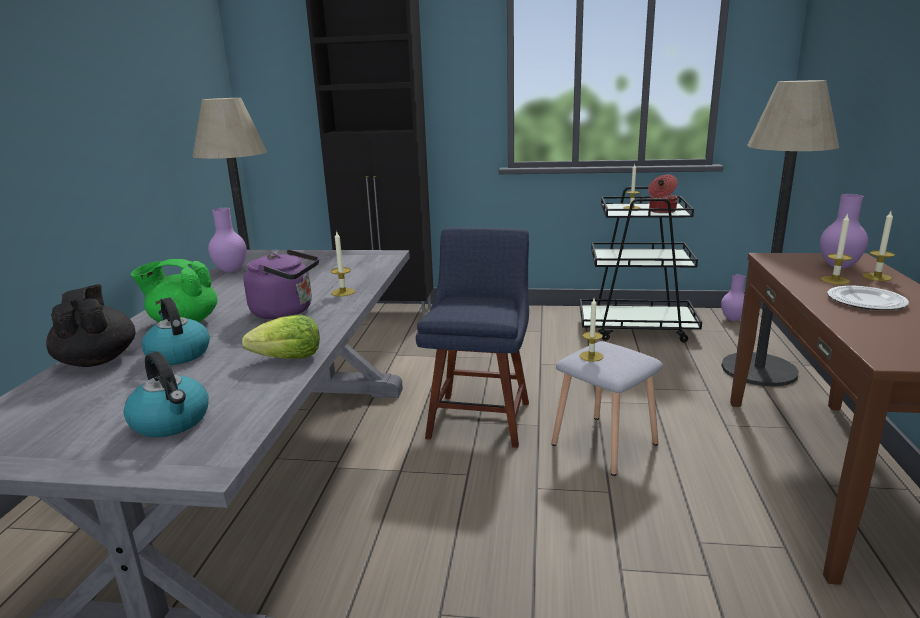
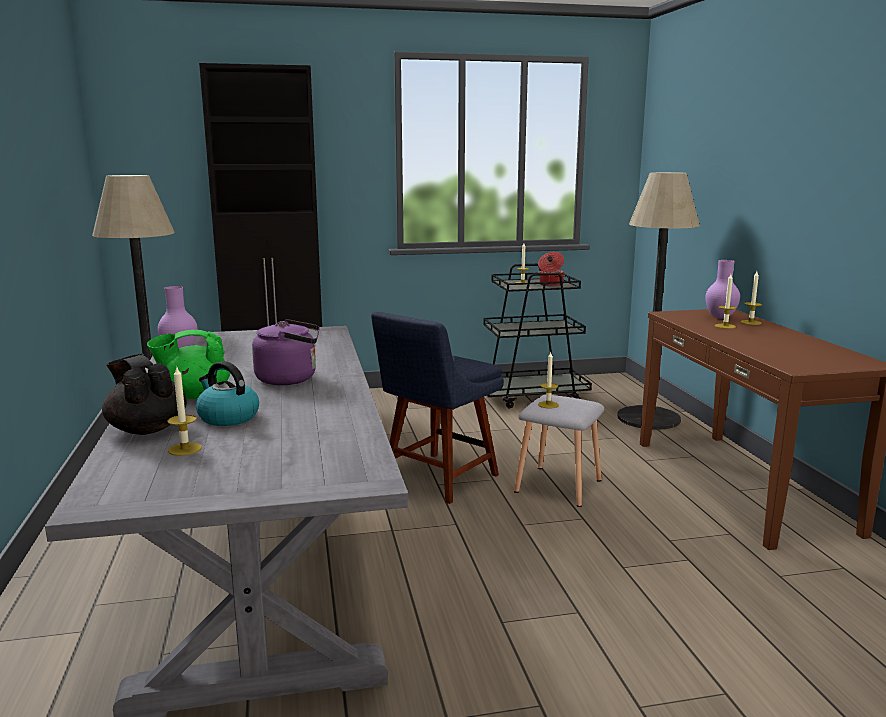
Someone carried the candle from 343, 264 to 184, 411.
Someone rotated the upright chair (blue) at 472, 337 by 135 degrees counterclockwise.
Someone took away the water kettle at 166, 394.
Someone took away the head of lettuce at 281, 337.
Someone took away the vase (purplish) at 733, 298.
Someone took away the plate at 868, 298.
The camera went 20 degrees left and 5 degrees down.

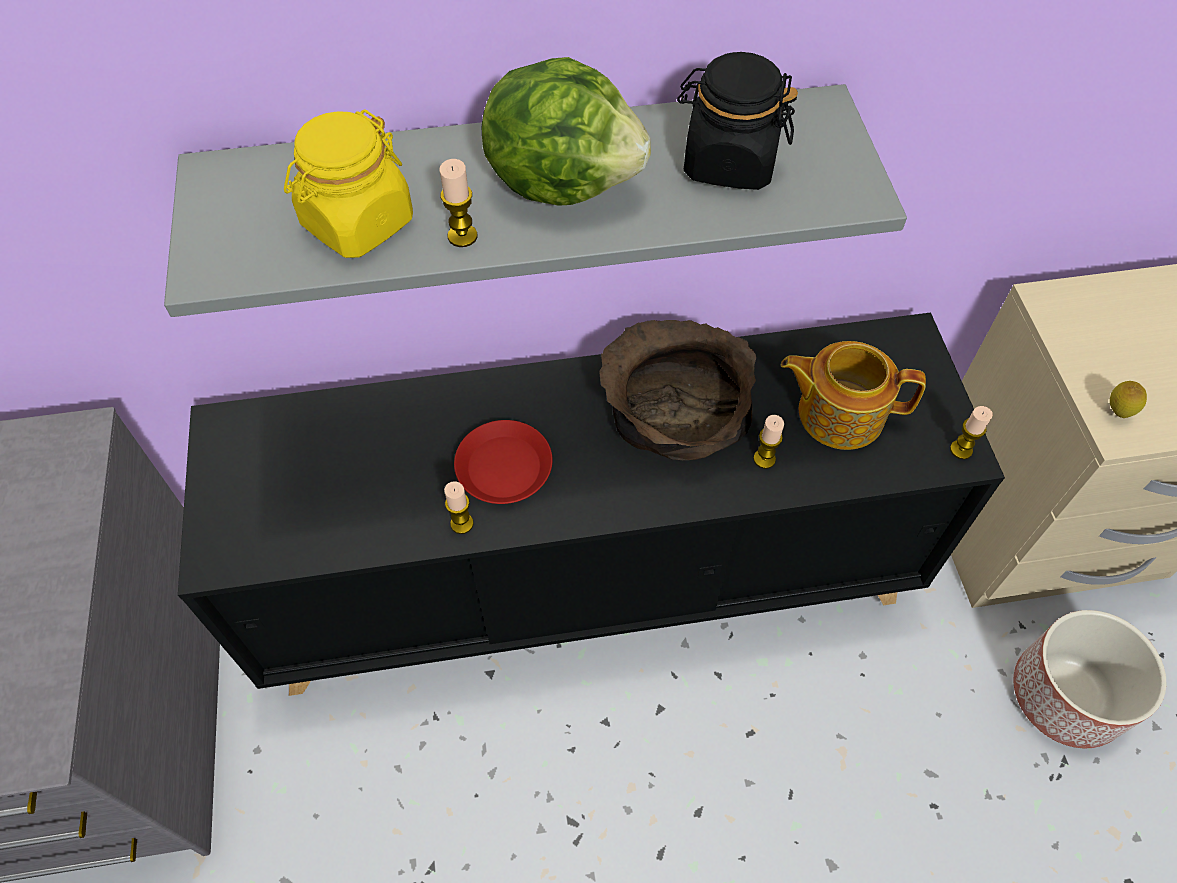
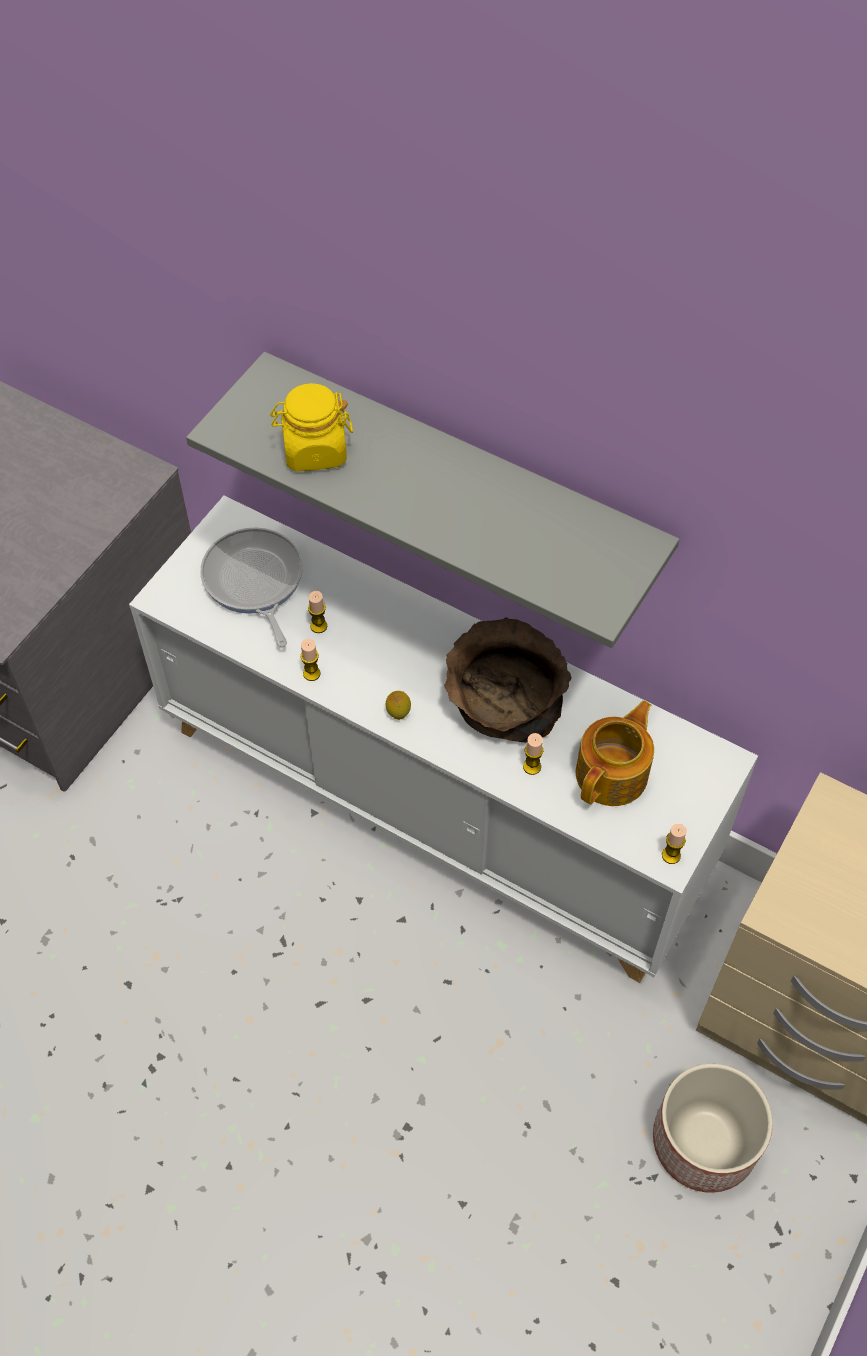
Someone repainted the cupboard (blackish) at 591, 504, which became the cupboard (whitish) at 443, 739.
Someone put down the frying pan at 251, 587.
Someone carried the candle from 458, 203 to 317, 612.
Someone carried the lemon from 1128, 399 to 398, 705.
Someone rotated the pot for tea at 853, 395 by 75 degrees clockwise.
Someone took away the plate (red-coloured) at 503, 462.
Someone took away the head of lettuce at 566, 131.
Someone took away the preserve jar (blackish) at 737, 121.
The camera went 40 degrees right and 0 degrees up.

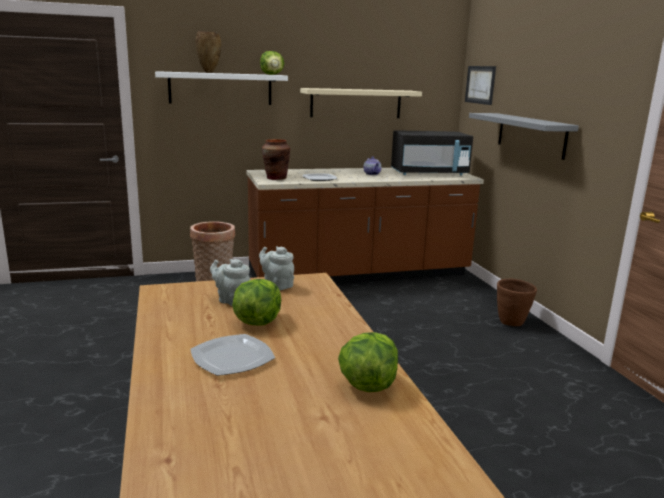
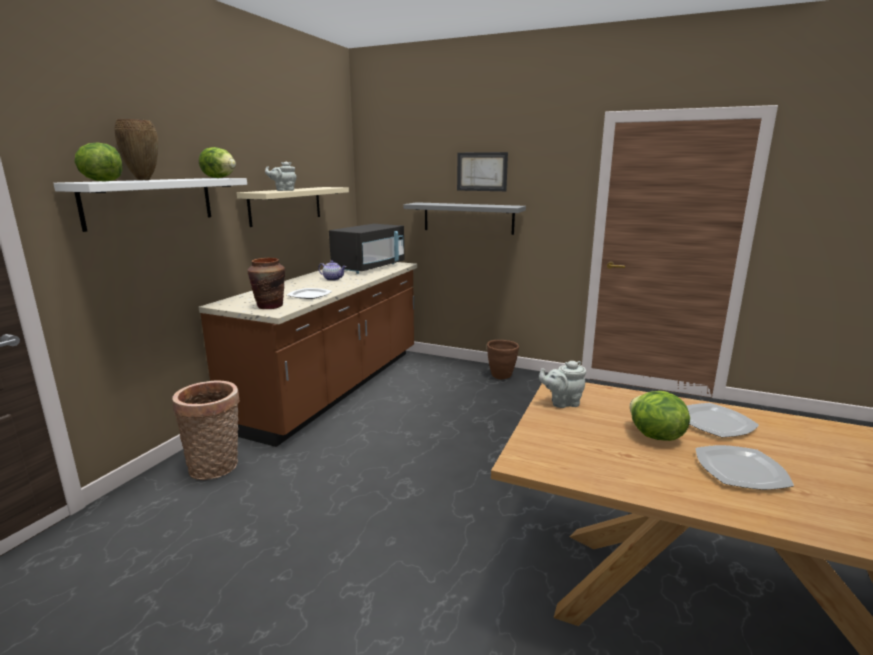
Someone carried the head of lettuce from 368, 362 to 98, 162.
Someone carried the pot for tea (gray) from 230, 282 to 281, 176.
Someone carried the picture from 480, 85 to 482, 171.
Someone put down the plate at 723, 420.
The camera went 50 degrees left and 0 degrees up.

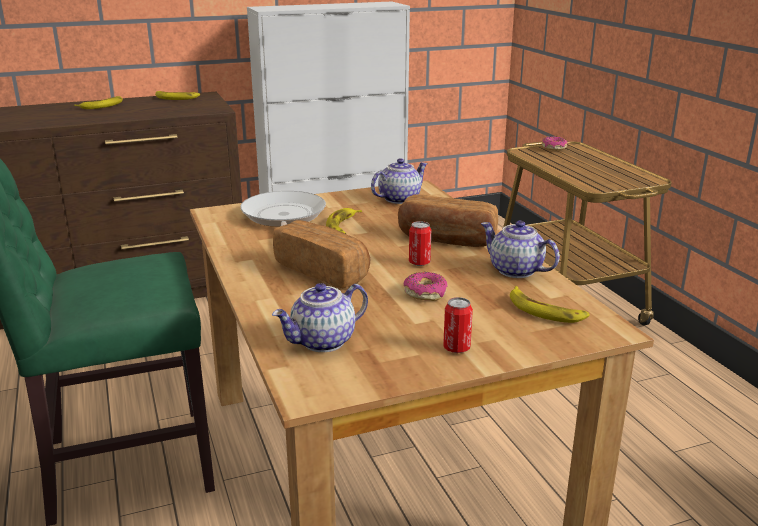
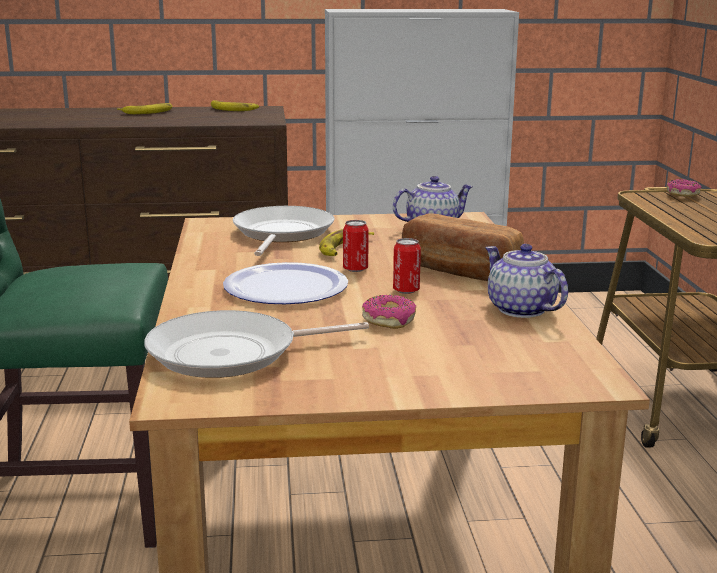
Someone swapped the pot for tea at 320, 317 for the frying pan at 257, 344.
Someone swapped the bread at 321, 254 for the plate at 285, 283.
Someone carried the can from 458, 325 to 356, 246.
Someone took away the whole banana at 550, 304.
The camera went 15 degrees right and 5 degrees down.

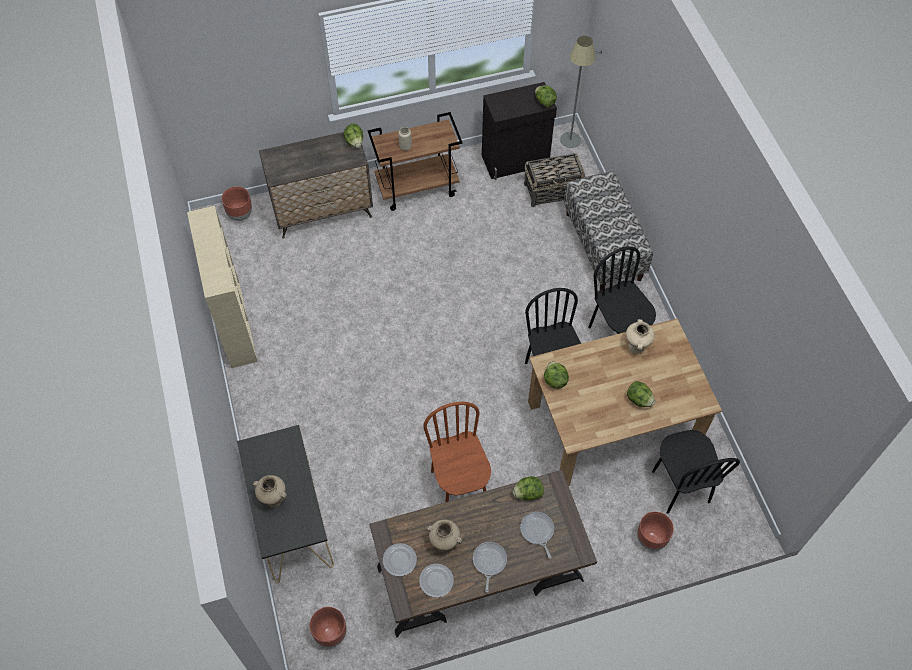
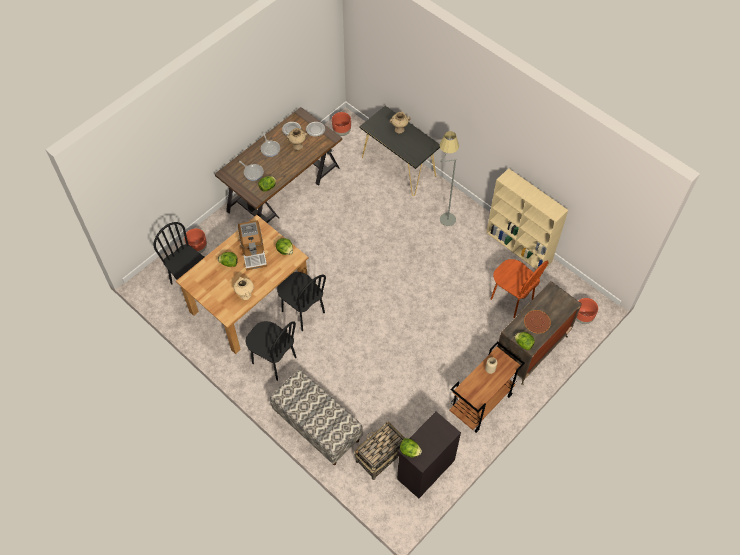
Someone put down the coffee brewer at 252, 245.
Someone carried the standing lamp (gray) from 581, 92 to 449, 178.
Someone carried the upright chair (brownish) from 457, 452 to 520, 288.
Someone put down the plate (brownish) at 537, 321.
The camera went 150 degrees right and 0 degrees up.

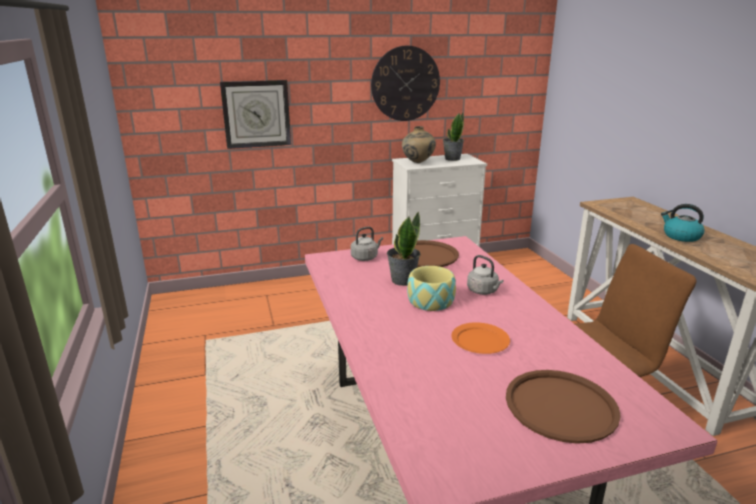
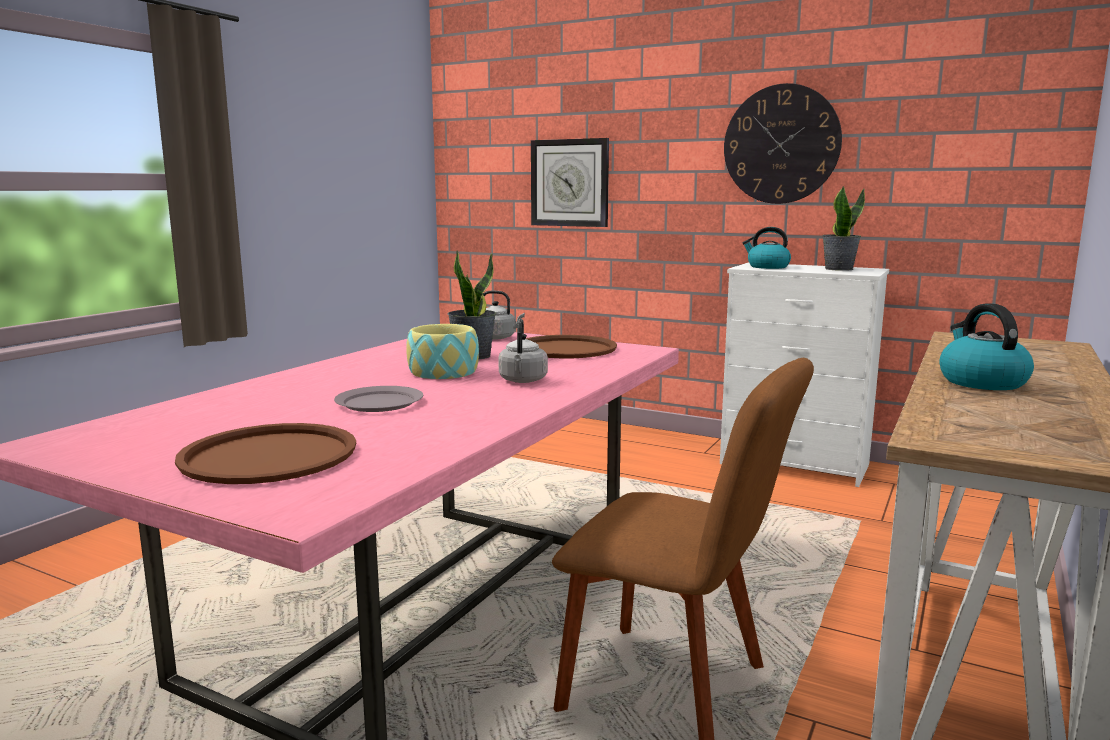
Someone repainted the plate (orange) at 480, 338, which became the plate (gray) at 378, 399.
Someone swapped the vase (beige) at 419, 144 for the water kettle at 767, 248.
The camera went 45 degrees right and 10 degrees down.

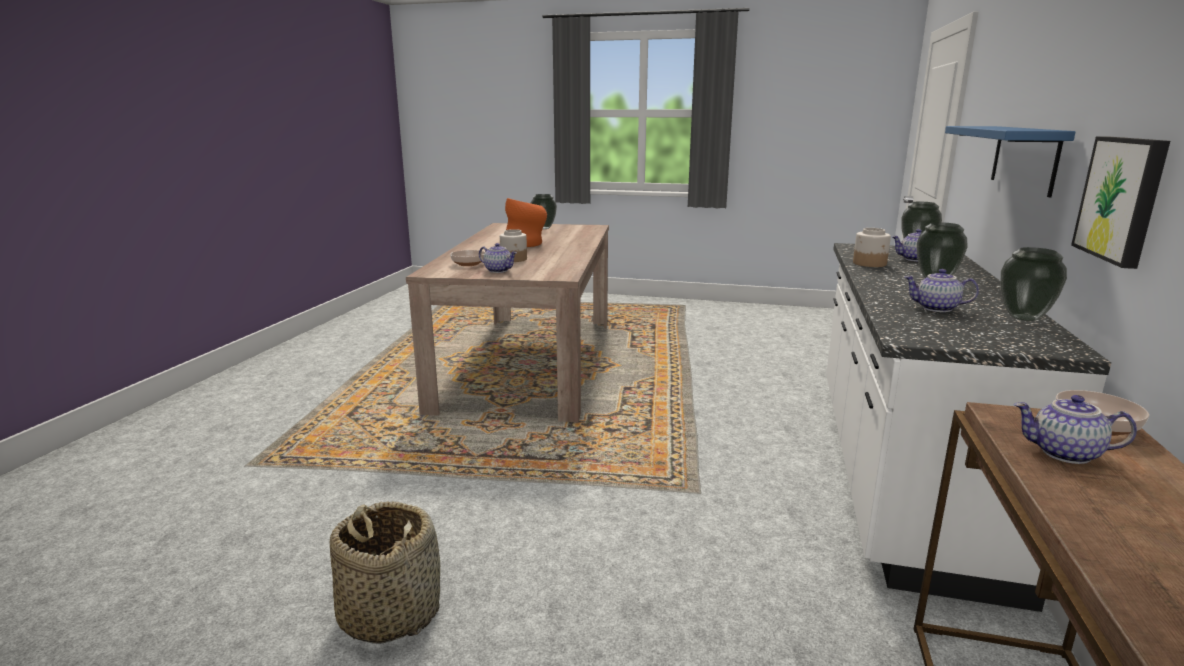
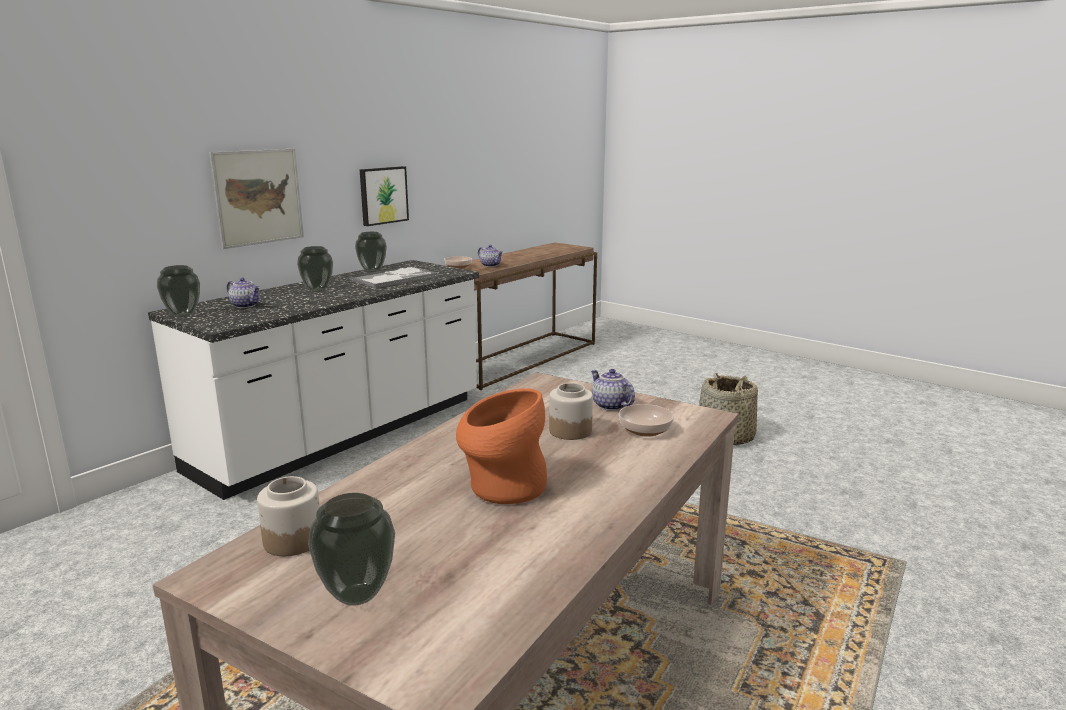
Someone swapped the wall shelf (blue) at 1010, 161 for the picture at 256, 199.
Someone carried the preserve jar from 872, 247 to 288, 516.
Someone swapped the pot for tea at 941, 290 for the tray at 393, 277.
The camera went 155 degrees left and 0 degrees up.

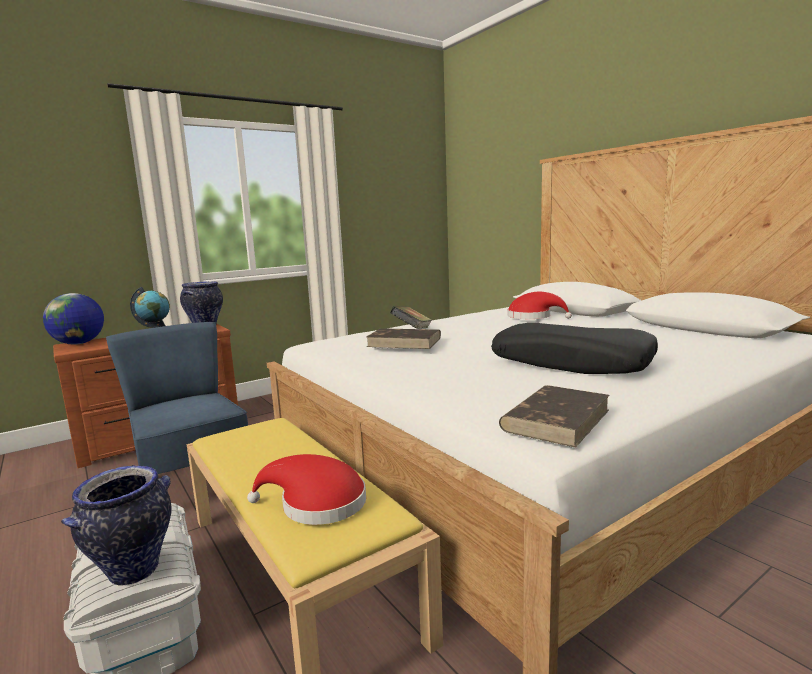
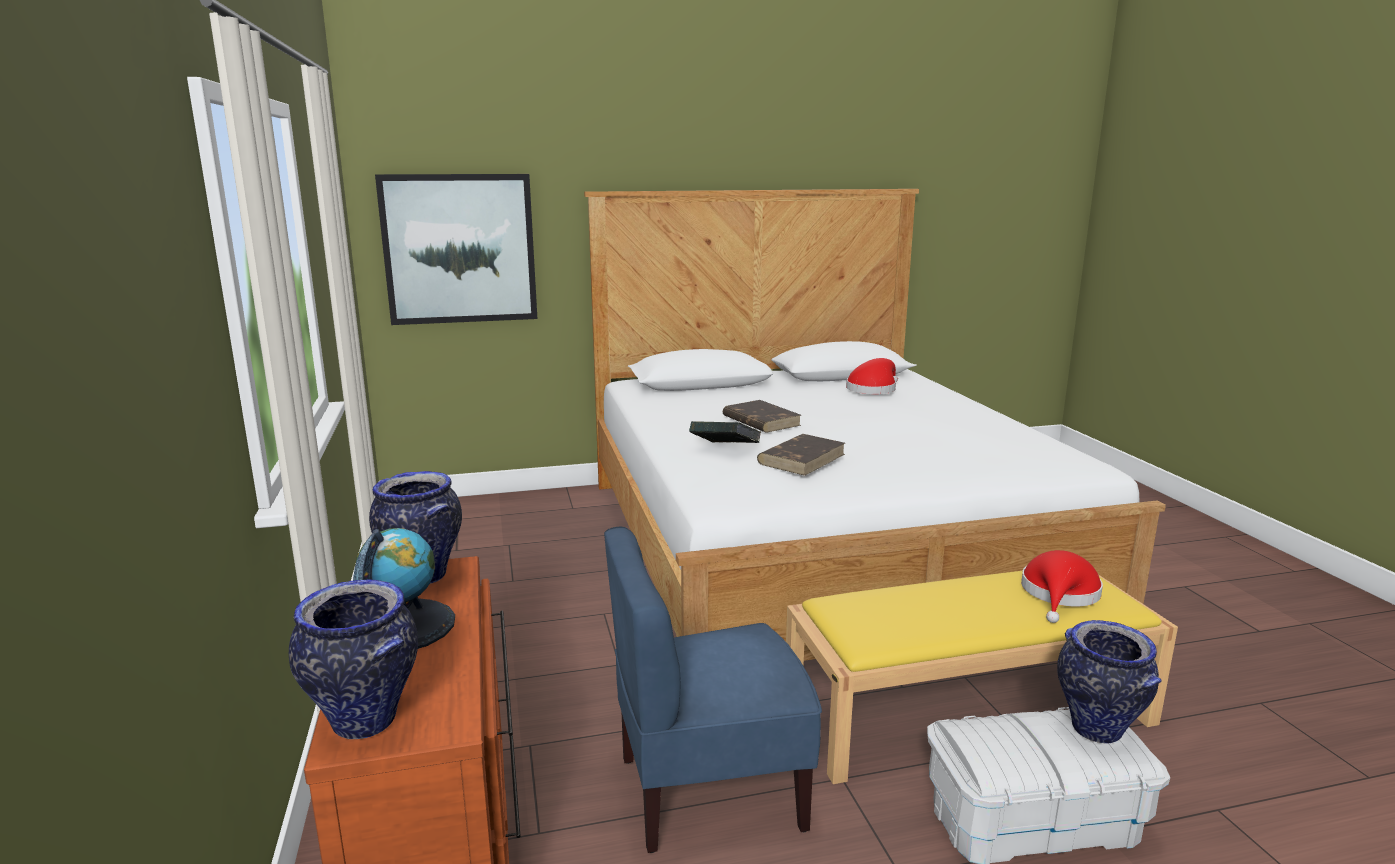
Someone swapped the desk globe at 73, 319 for the vase at 353, 659.
Someone put up the picture at 456, 249.
Someone carried the volume (brownish) from 554, 416 to 762, 416.
Someone carried the clothing hat (red-coloured) from 539, 305 to 872, 376.
Someone took away the throw pillow (blackish) at 574, 348.
The camera went 70 degrees left and 5 degrees up.

